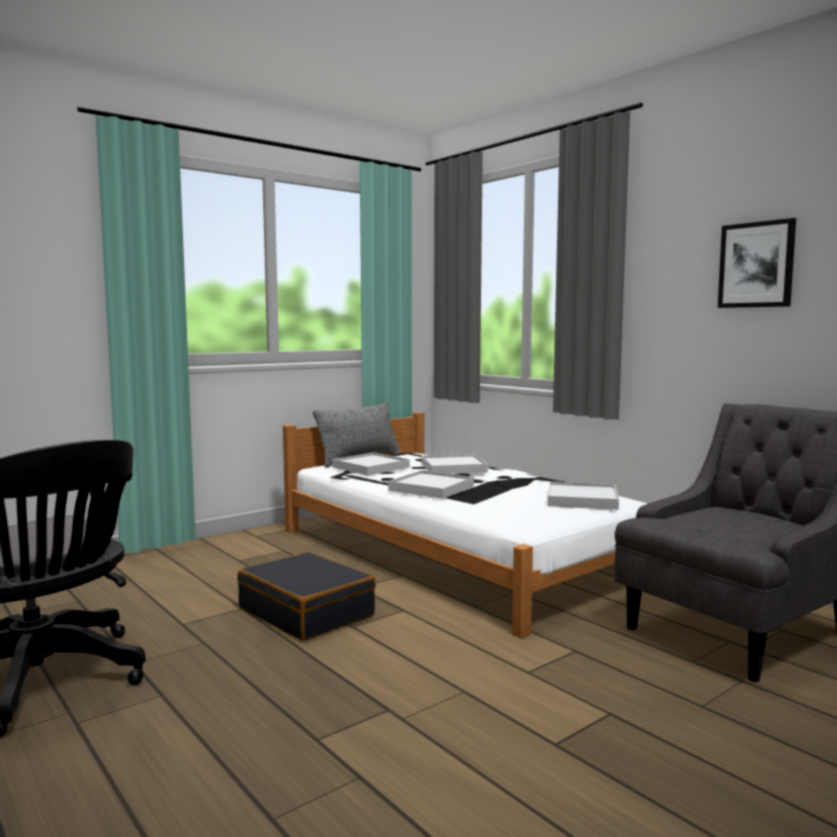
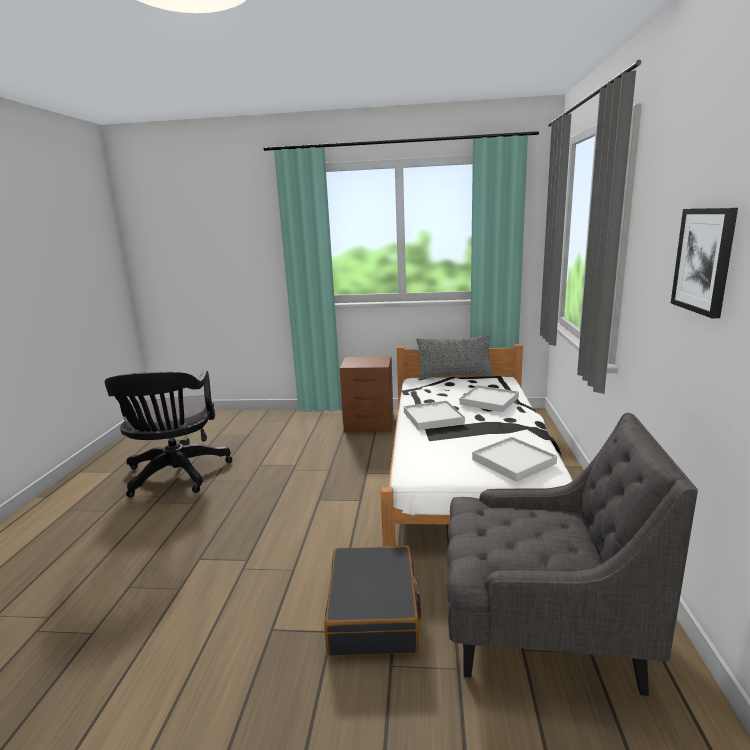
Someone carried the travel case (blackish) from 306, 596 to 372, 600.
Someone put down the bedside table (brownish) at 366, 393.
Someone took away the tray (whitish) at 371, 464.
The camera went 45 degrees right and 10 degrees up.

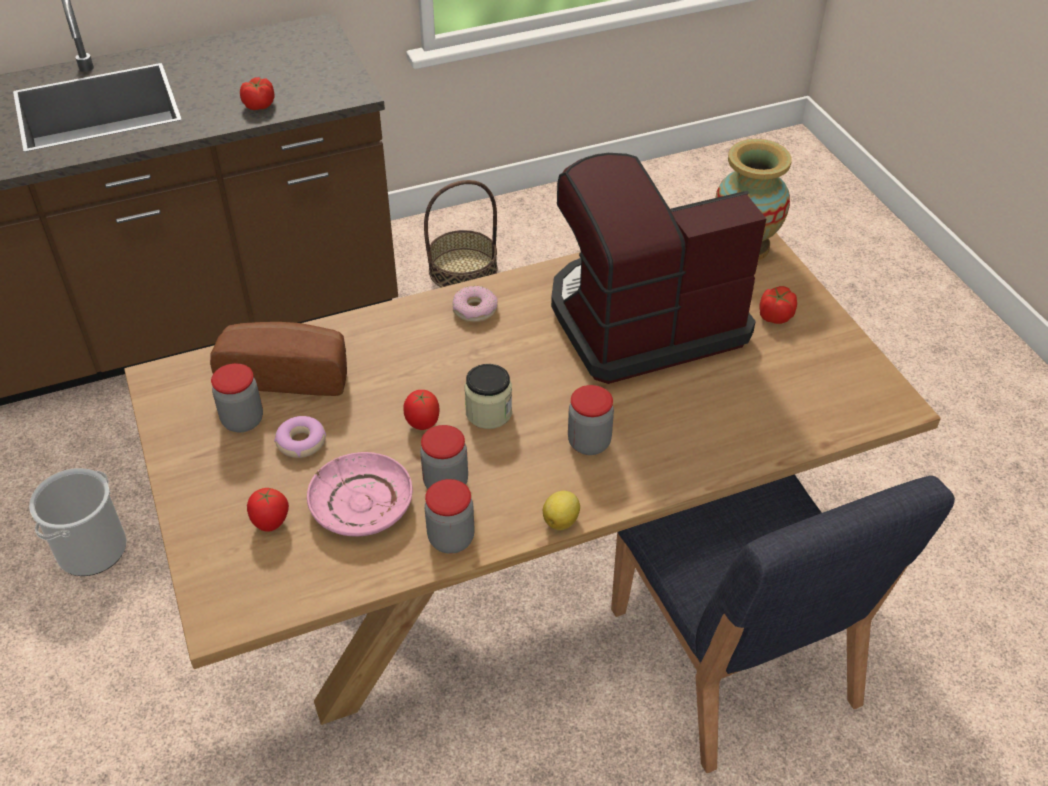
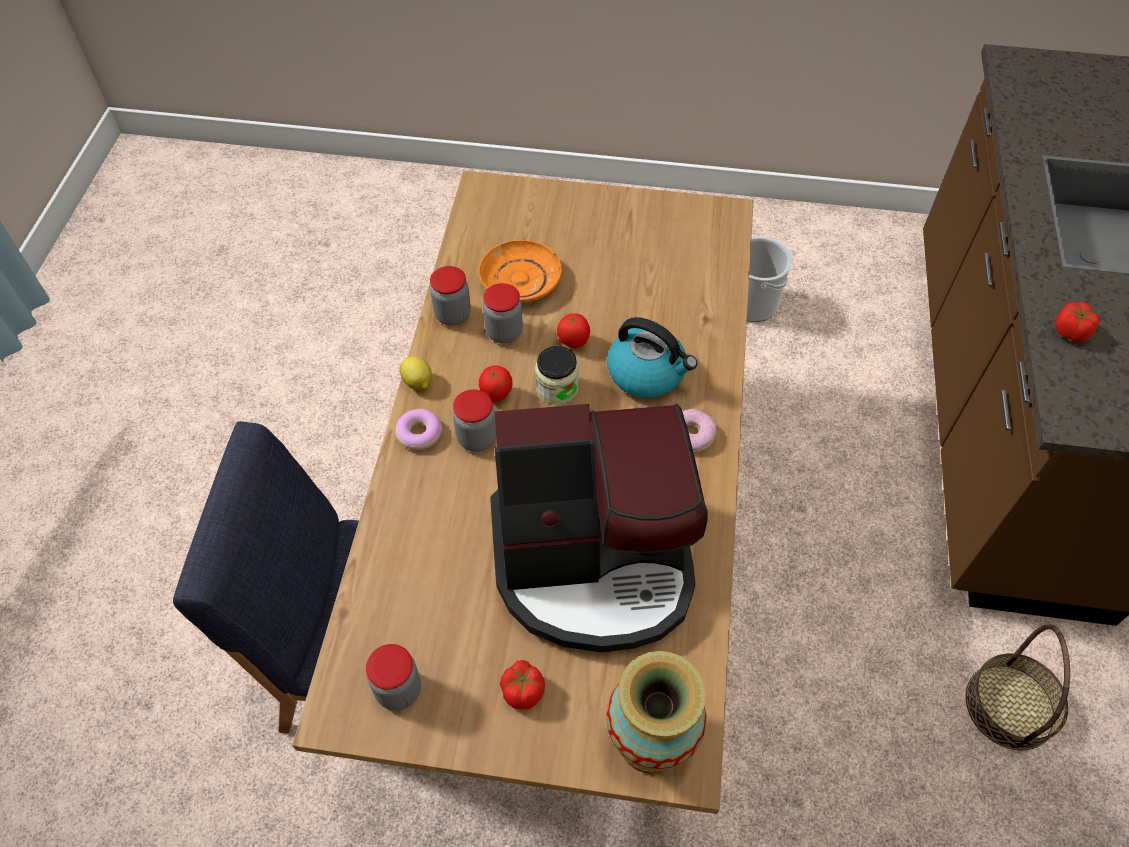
Someone carried the preserve jar from 237, 397 to 393, 677.
Someone carried the ring doughnut from 300, 437 to 418, 429.
Someone repainted the plate (pink-coloured) at 359, 494, which became the plate (orange) at 520, 271.
Someone carried the tomato from 268, 510 to 496, 383.
Someone rotated the coffee brewer at 658, 268 by 75 degrees clockwise.
Someone put down the water kettle at 652, 357.
Someone took away the bread at 278, 359.
The camera went 120 degrees right and 10 degrees up.

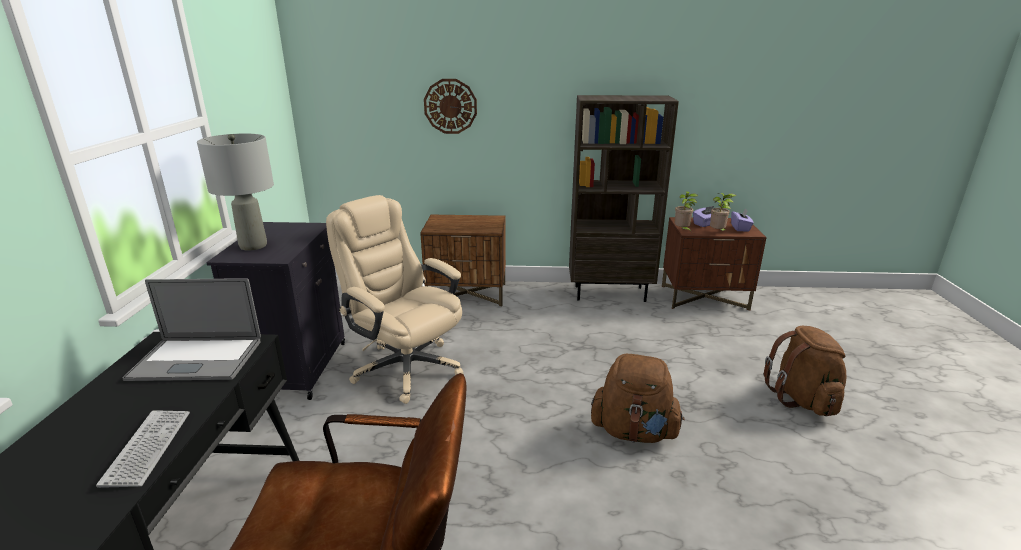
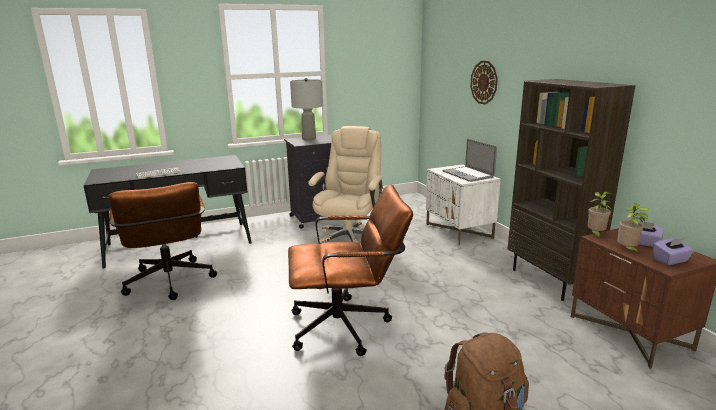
Someone swapped the knapsack (brownish) at 638, 398 for the desk chair (brownish) at 350, 270.
Someone repainted the bedside table (brownish) at 463, 261, which became the bedside table (whitish) at 463, 205.
Someone carried the notebook computer from 192, 329 to 469, 160.
The camera went 65 degrees right and 5 degrees down.

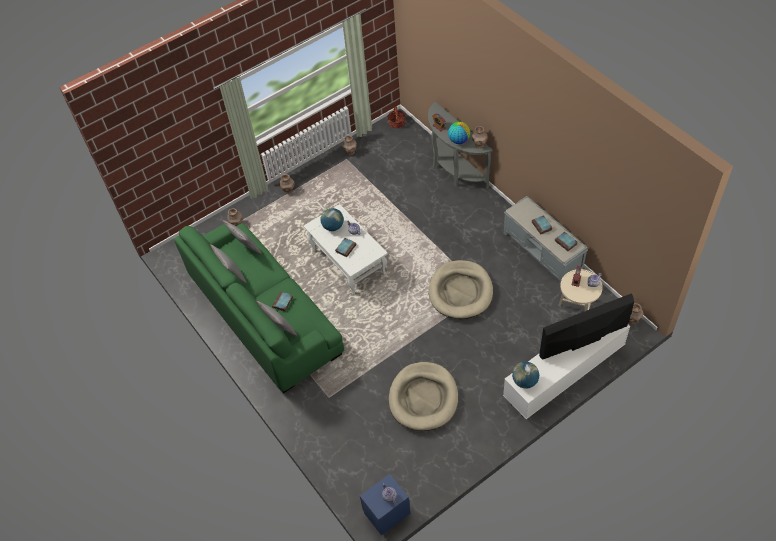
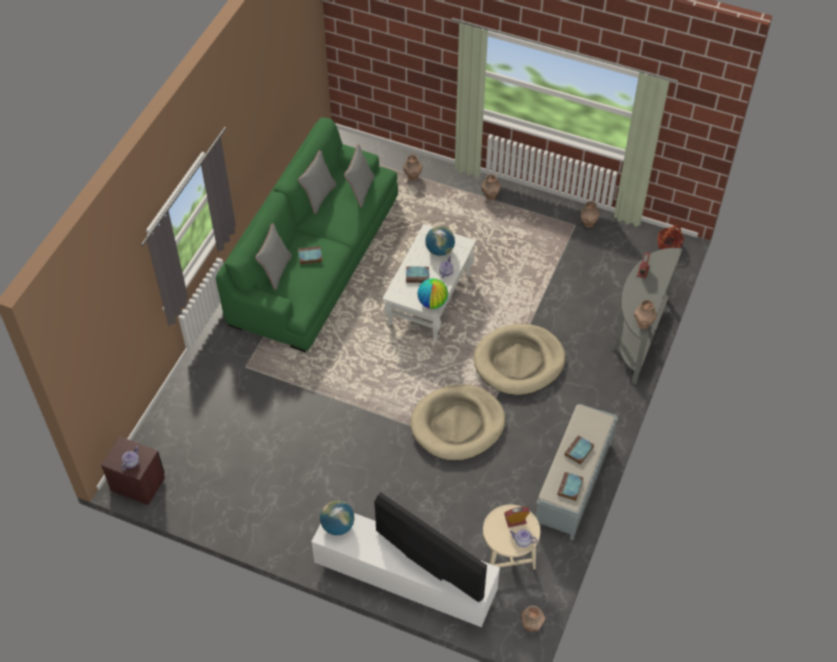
Someone repainted the bedside table (blue) at 385, 505, which became the bedside table (brownish) at 133, 471.
Someone carried the desk globe from 459, 133 to 432, 293.
Someone carried the dog bed (beige) from 423, 396 to 520, 359.
The camera went 55 degrees right and 0 degrees up.

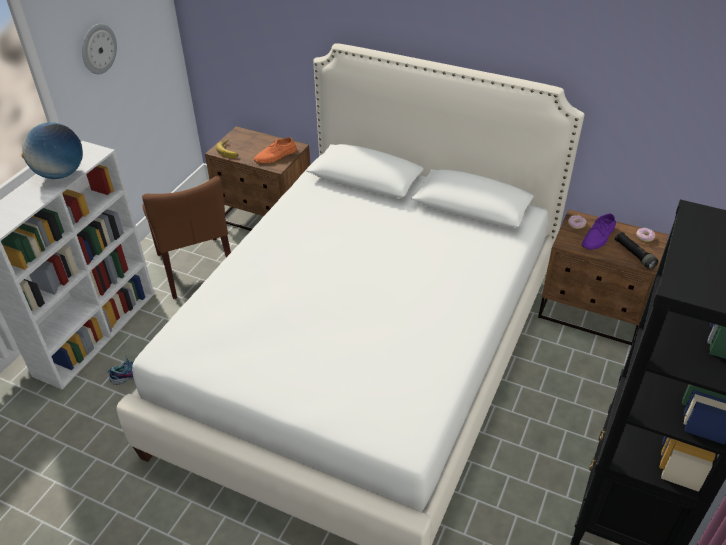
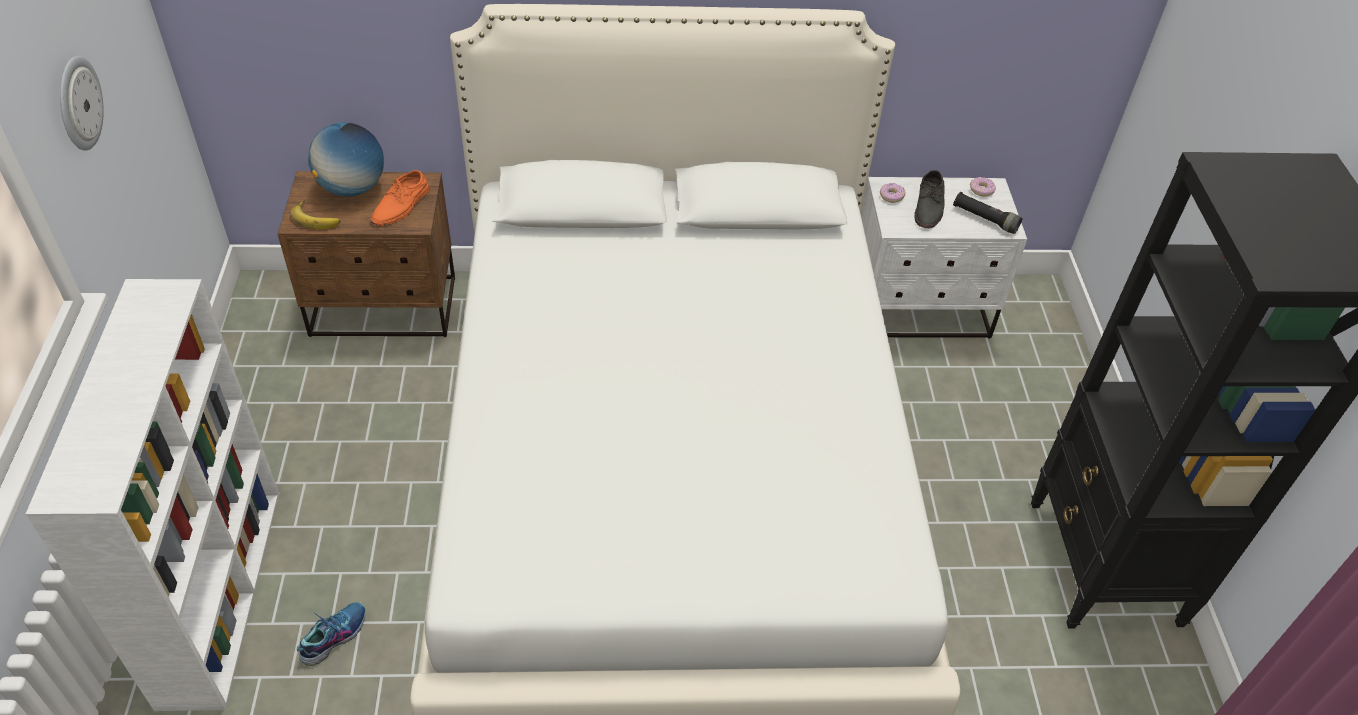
Someone carried the desk globe from 52, 150 to 346, 159.
Someone repainted the bedside table (brownish) at 603, 277, which became the bedside table (whitish) at 944, 258.
Someone repainted the item of footwear (purplish) at 599, 231, which became the item of footwear (gray) at 929, 199.
Someone took away the upright chair (brownish) at 186, 237.
The camera went 30 degrees left and 5 degrees up.

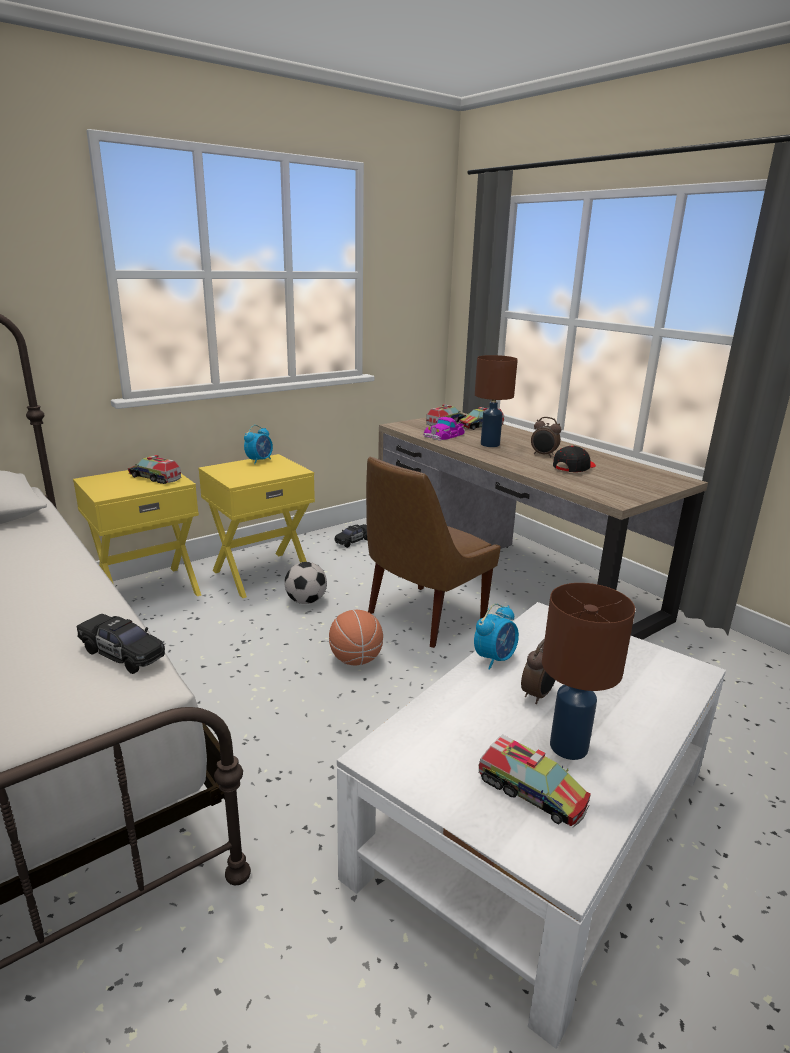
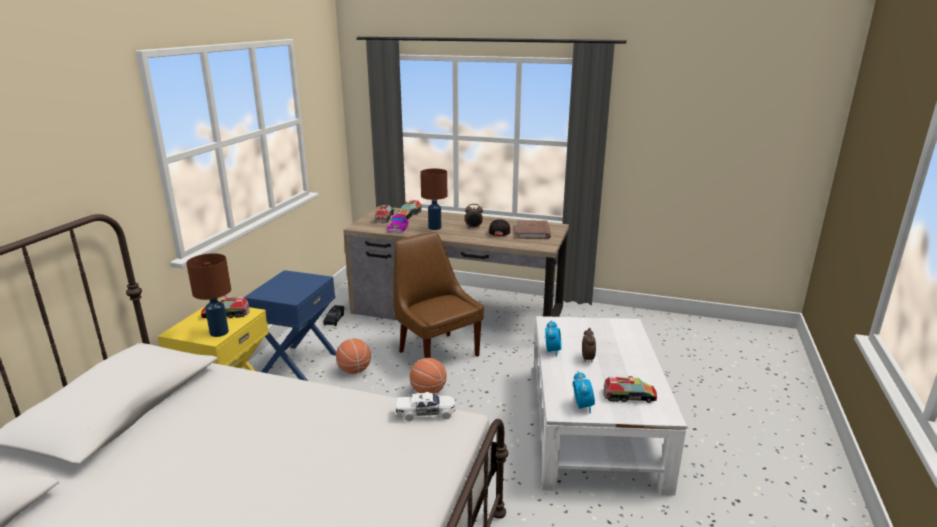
Someone carried the table lamp (brownish) from 588, 671 to 208, 295.
Someone repainted the bedside table (yellow-coloured) at 256, 526, which became the bedside table (blue) at 290, 325.
Someone swapped the football at 305, 583 for the ball for basketball at 353, 356.
Someone rotated the upright chair (brownish) at 433, 552 by 135 degrees clockwise.
Someone repainted the toy car (blackish) at 121, 644, which became the toy car (whitish) at 425, 406.
Someone put down the volume (brownish) at 533, 229.
Someone carried the alarm clock from 258, 444 to 584, 392.
The camera went 35 degrees left and 0 degrees up.

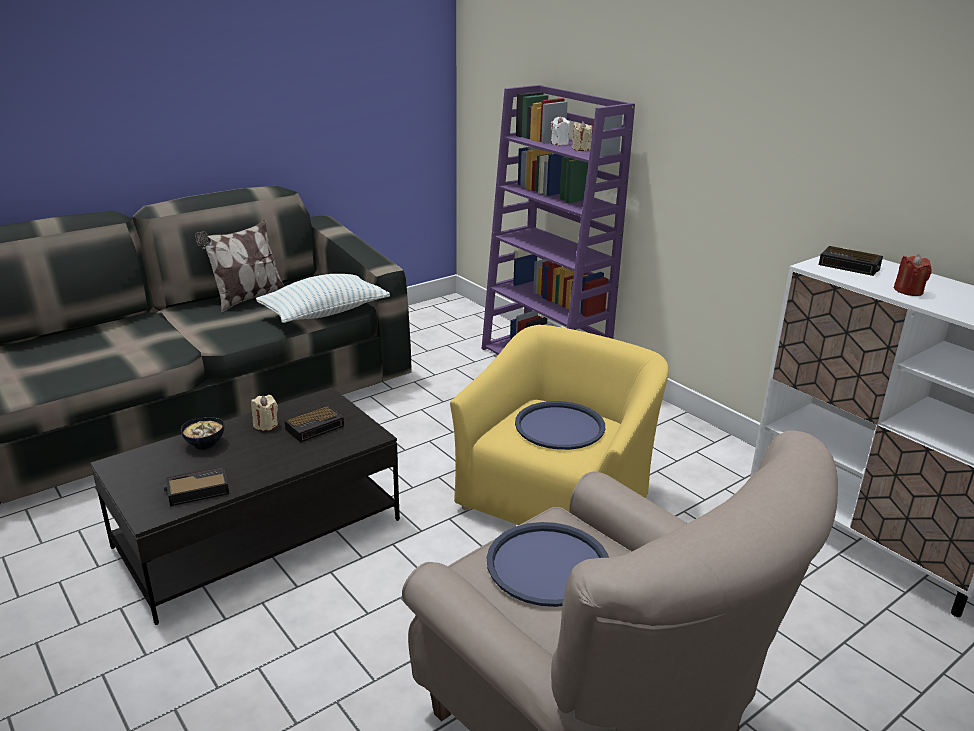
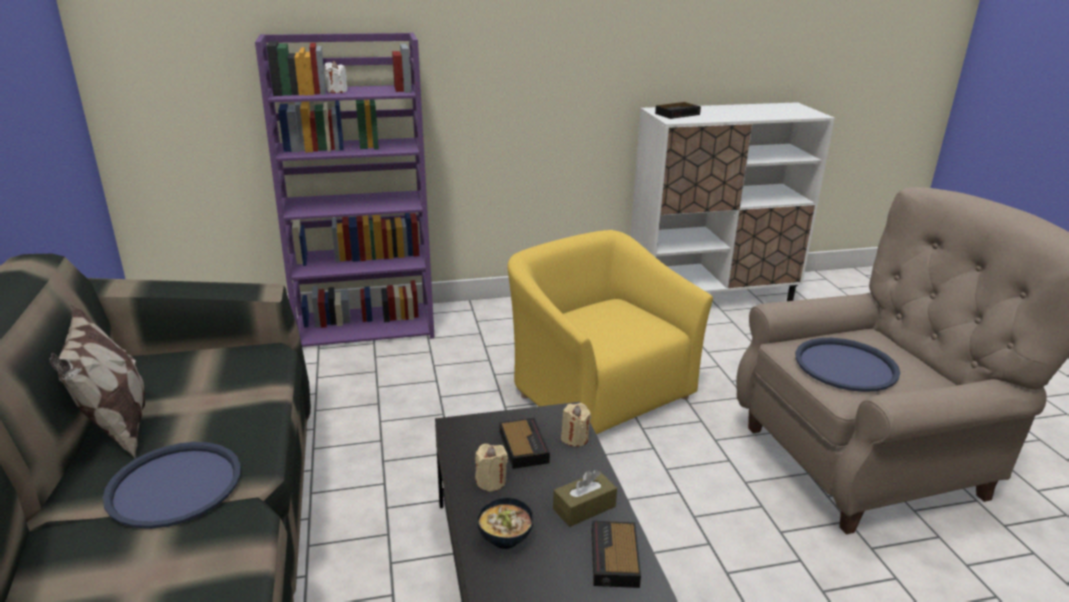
Someone carried the tray (blue) from 560, 425 to 172, 485.
Someone put down the box of tissues (brownish) at 585, 498.
Someone carried the candle (beige) from 582, 136 to 576, 425.
Someone took away the throw pillow at 323, 298.
Someone took away the candle (red-coloured) at 913, 275.
The camera went 65 degrees left and 0 degrees up.

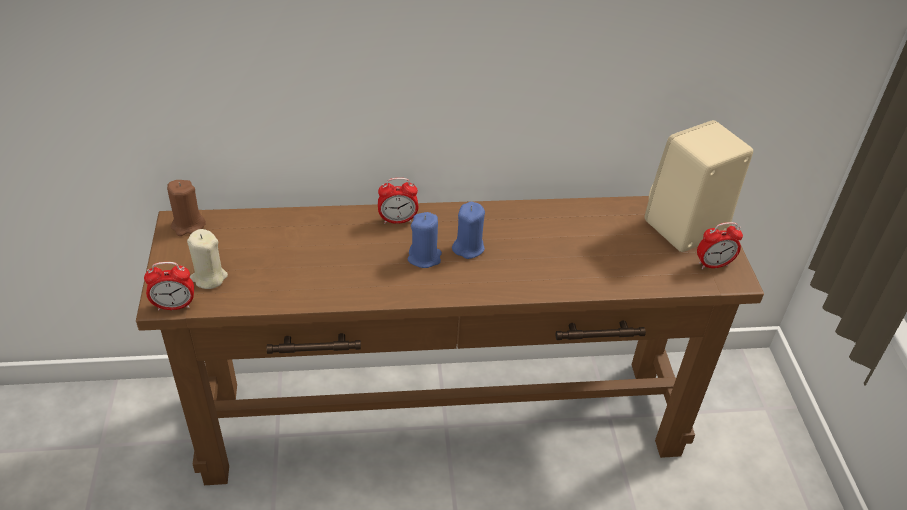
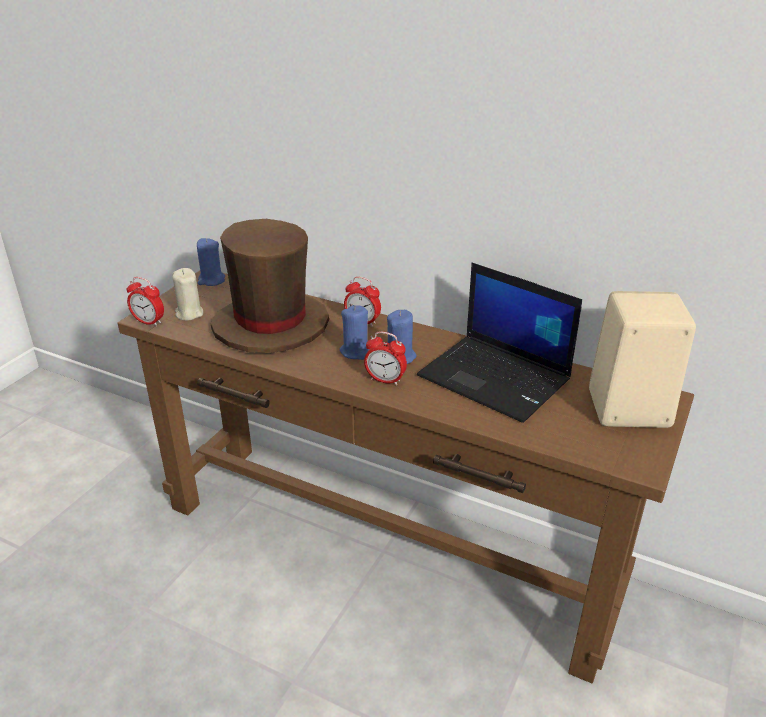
Someone repainted the candle (brownish) at 186, 208, which became the candle (blue) at 211, 262.
Someone put down the clothing hat (brownish) at 269, 286.
Someone carried the alarm clock from 720, 245 to 385, 358.
Someone put down the notebook computer at 499, 343.
The camera went 35 degrees right and 10 degrees down.

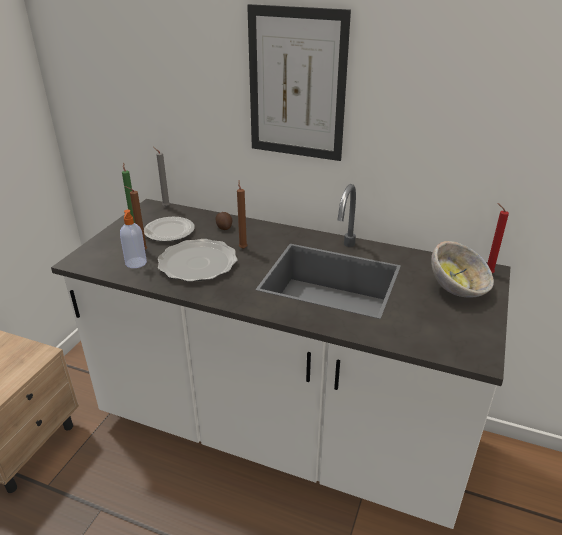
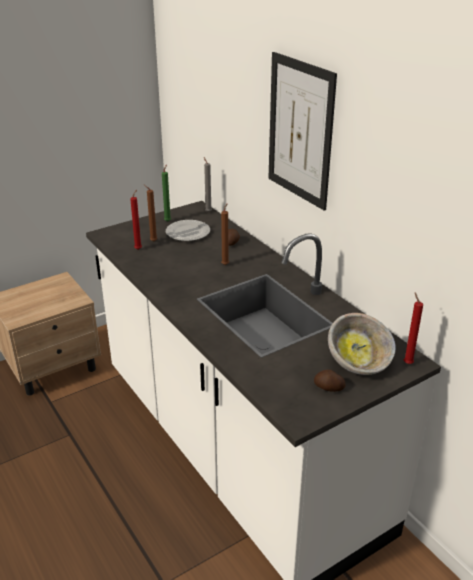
Someone swapped the soap dispenser at 133, 239 for the candle (red-coloured) at 136, 220.
Someone put down the potato at 330, 380.
Someone took away the plate at 198, 260.
The camera went 35 degrees right and 0 degrees up.

